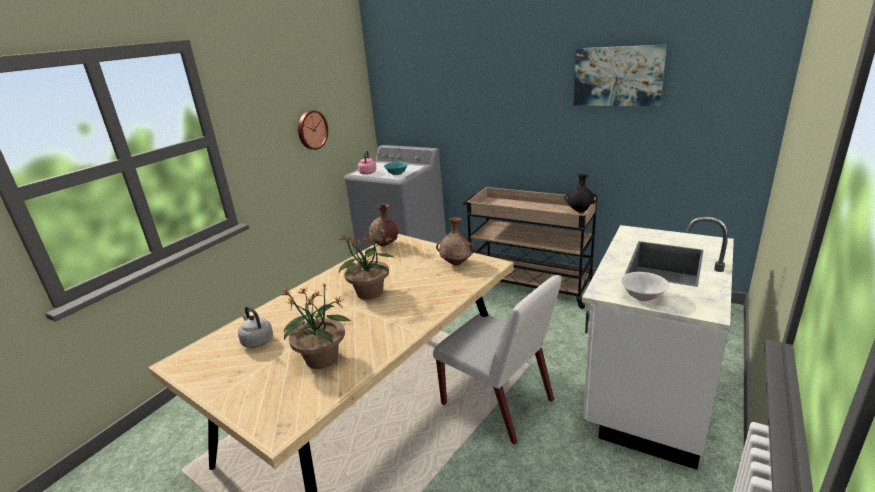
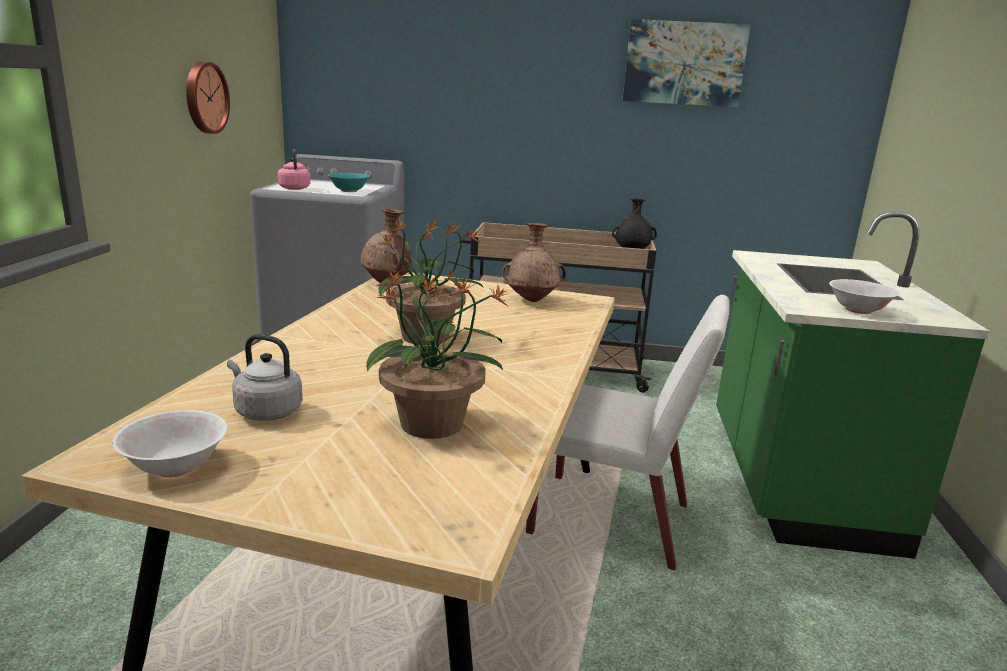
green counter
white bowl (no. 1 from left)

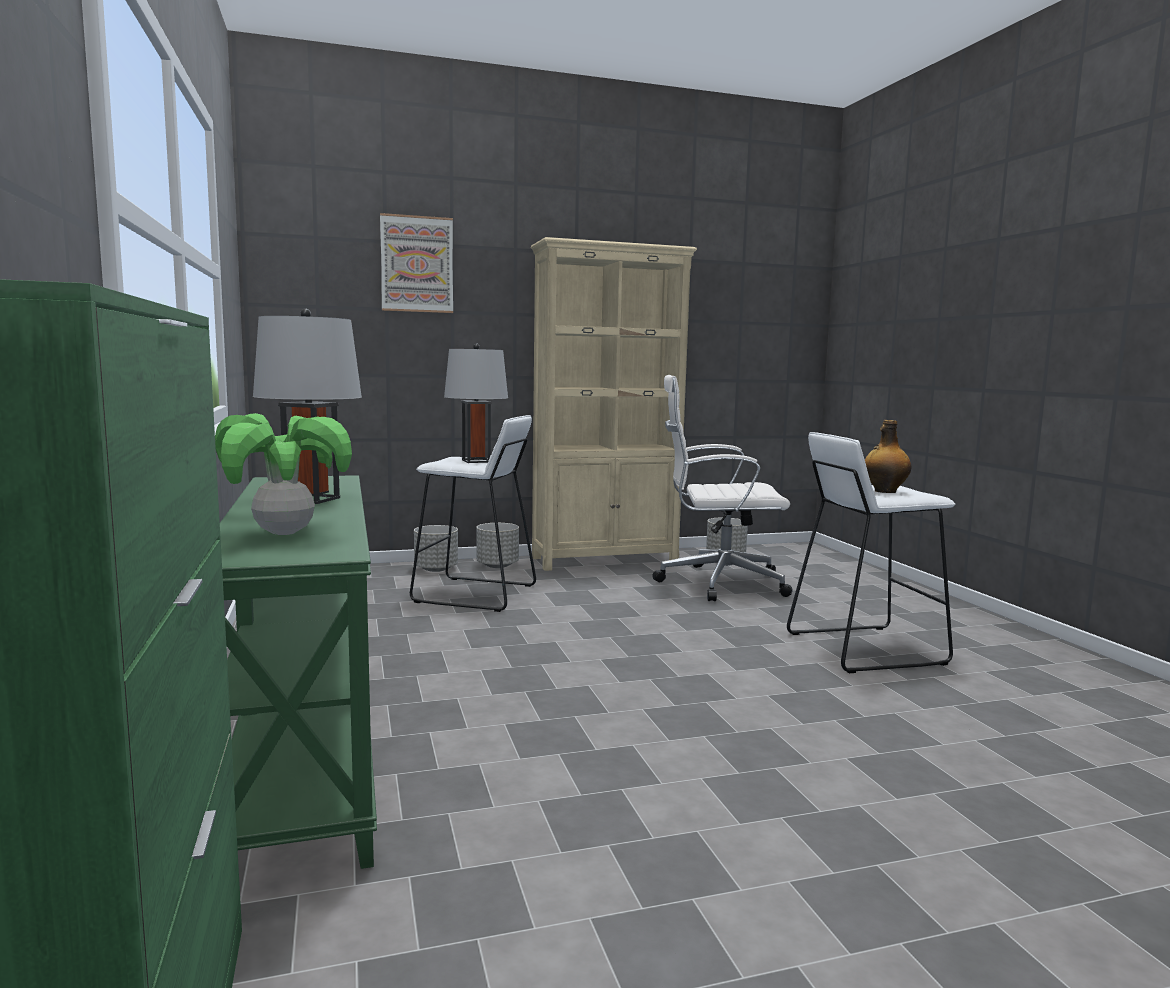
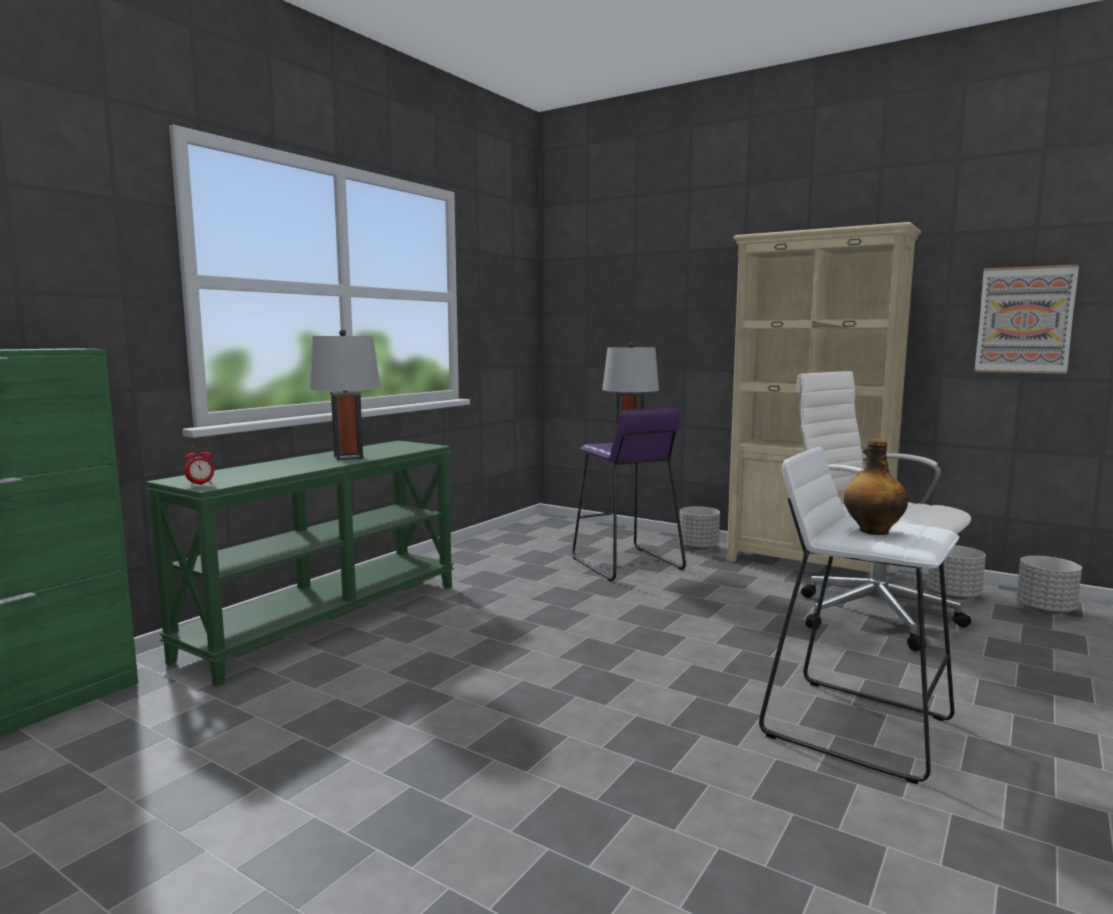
picture
potted plant
purple stool
grey planter (no. 3 from left)
alarm clock

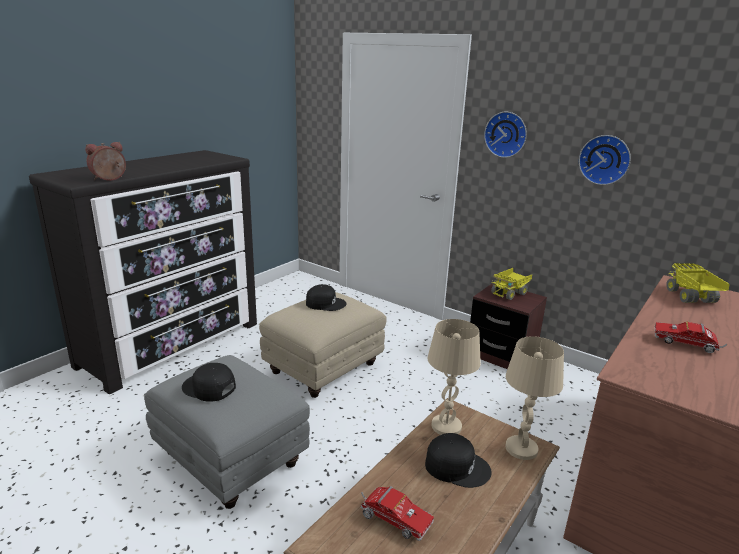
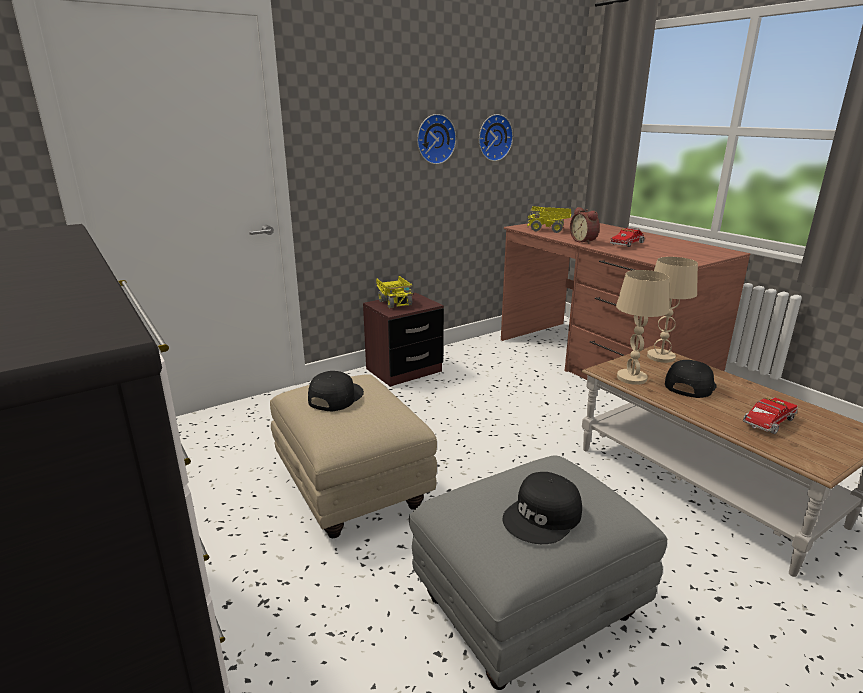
wall clock (no. 2 from left)
alarm clock

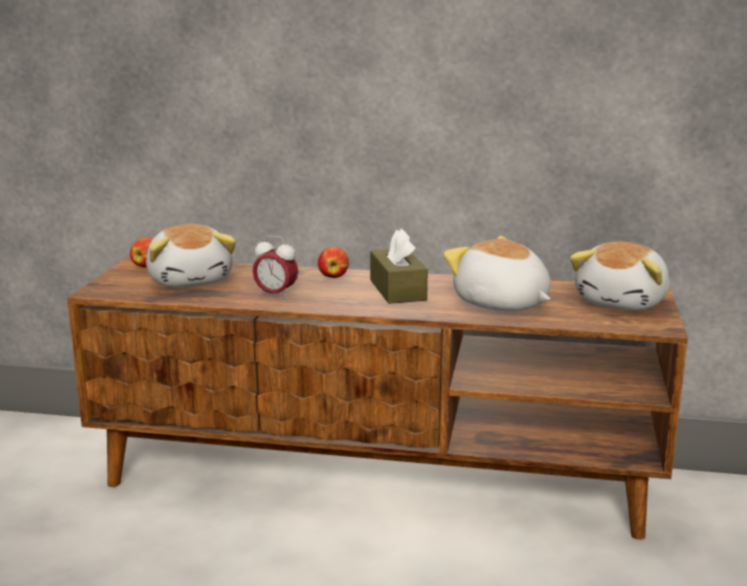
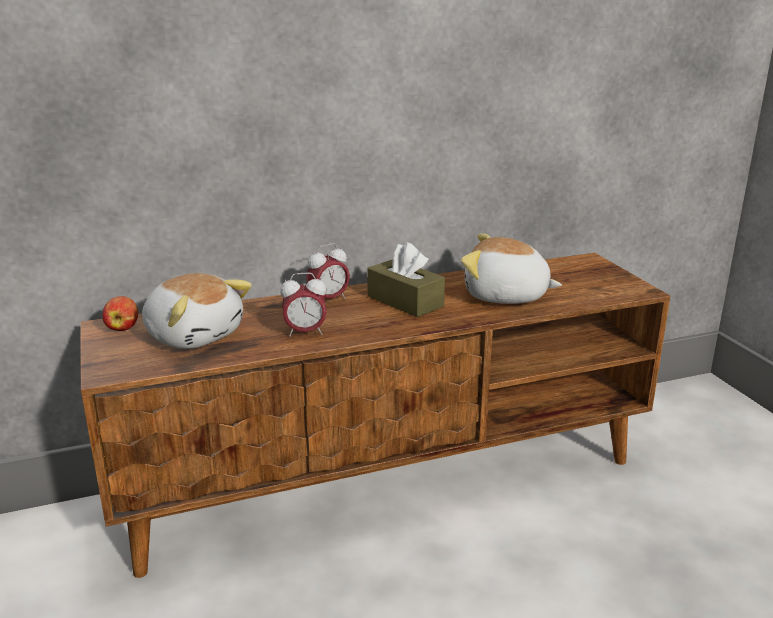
plush toy (no. 3 from left in the first image)
alarm clock (no. 2 from left)

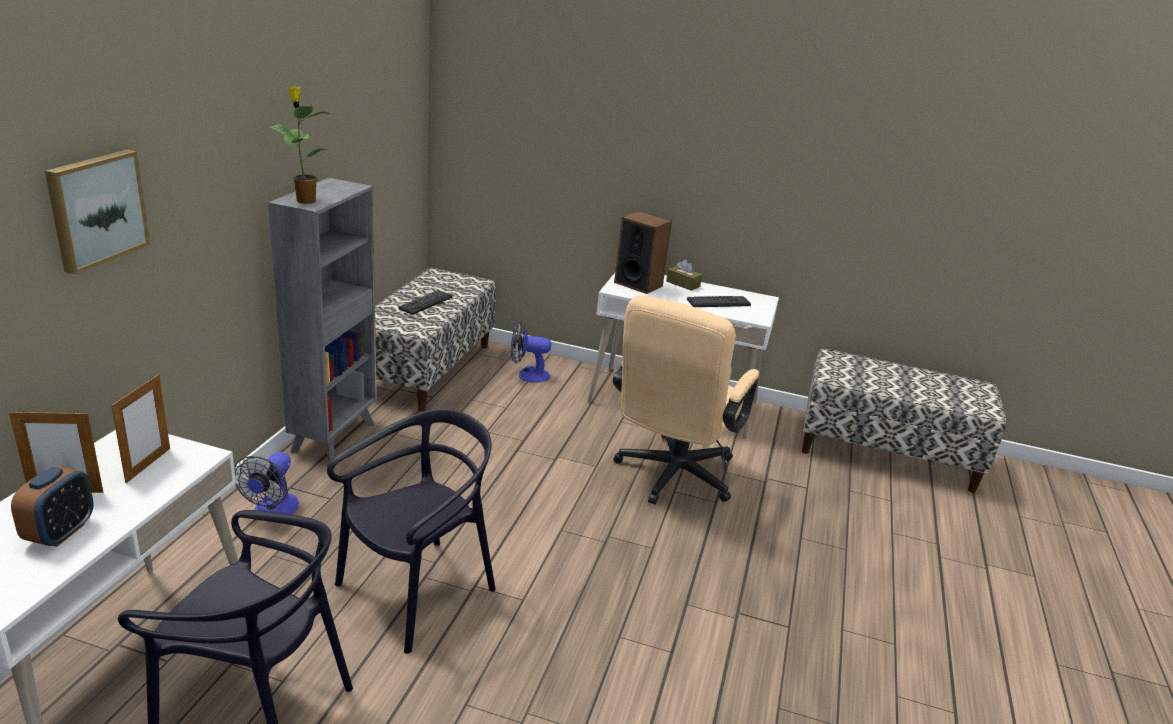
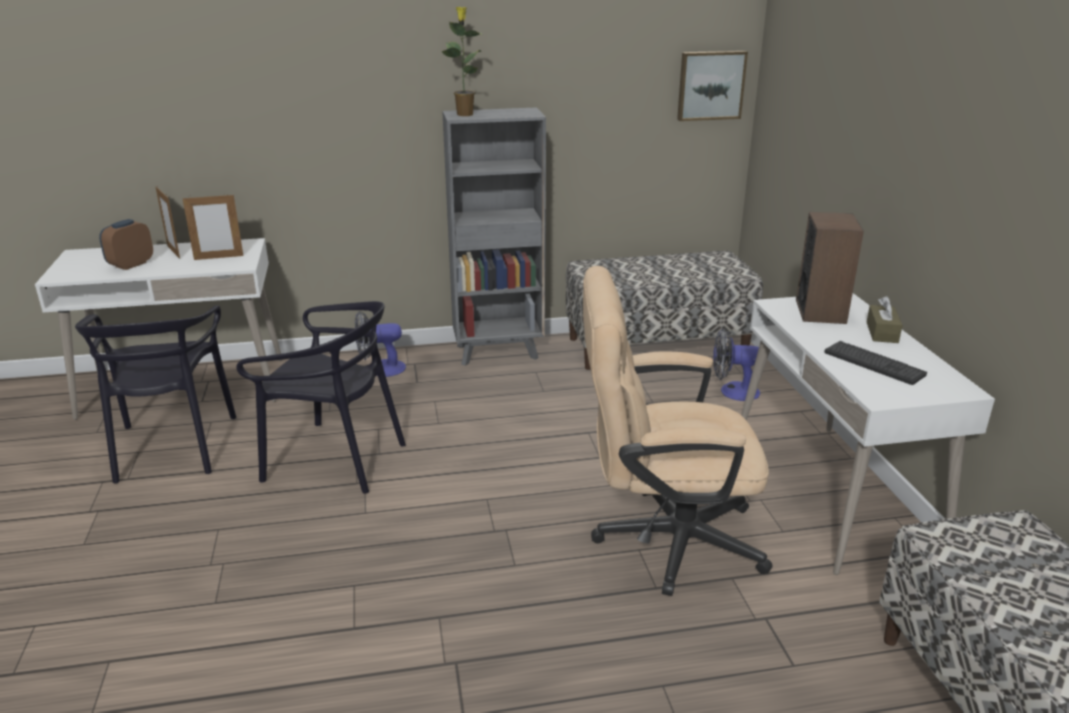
picture
keyboard (no. 1 from left in the first image)
fan (no. 2 from left)
alarm clock

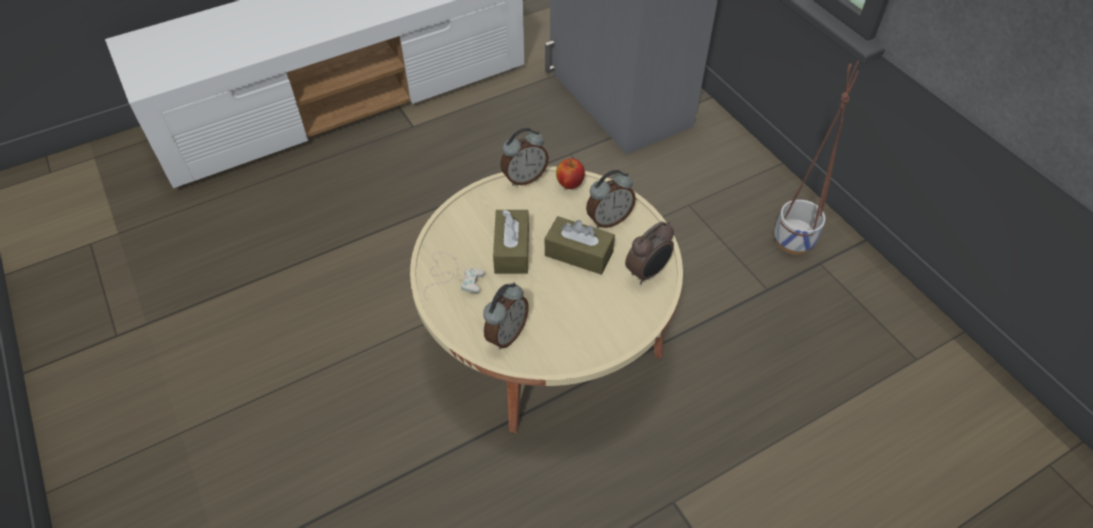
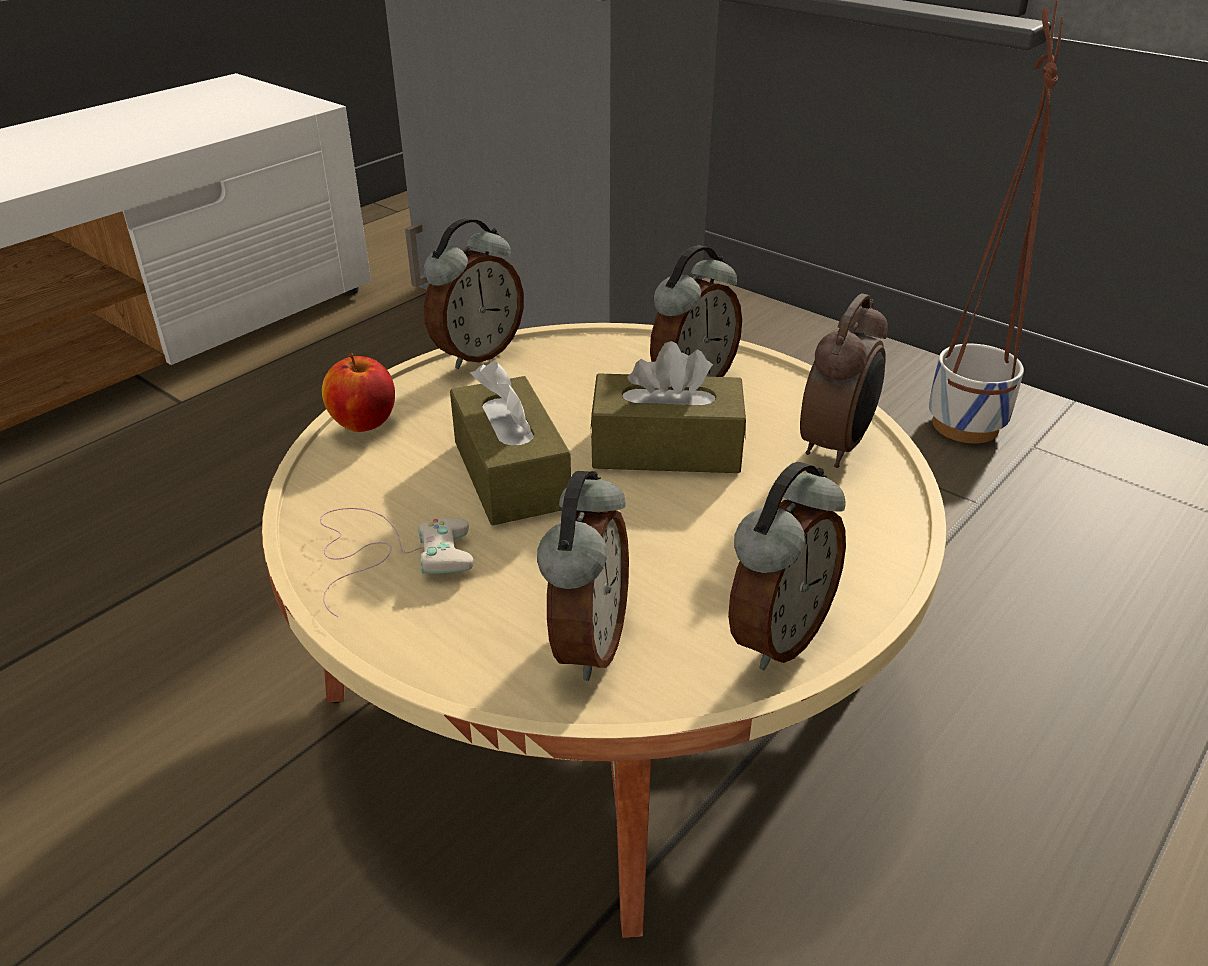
apple
alarm clock (no. 4 from left)

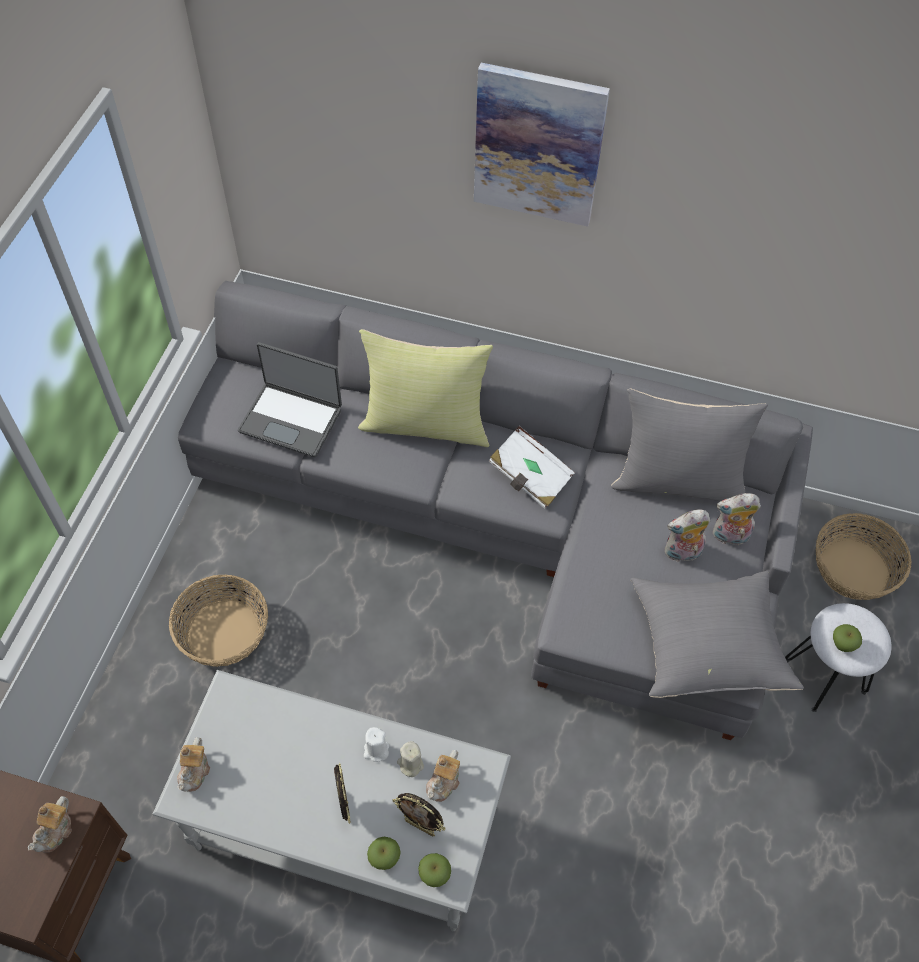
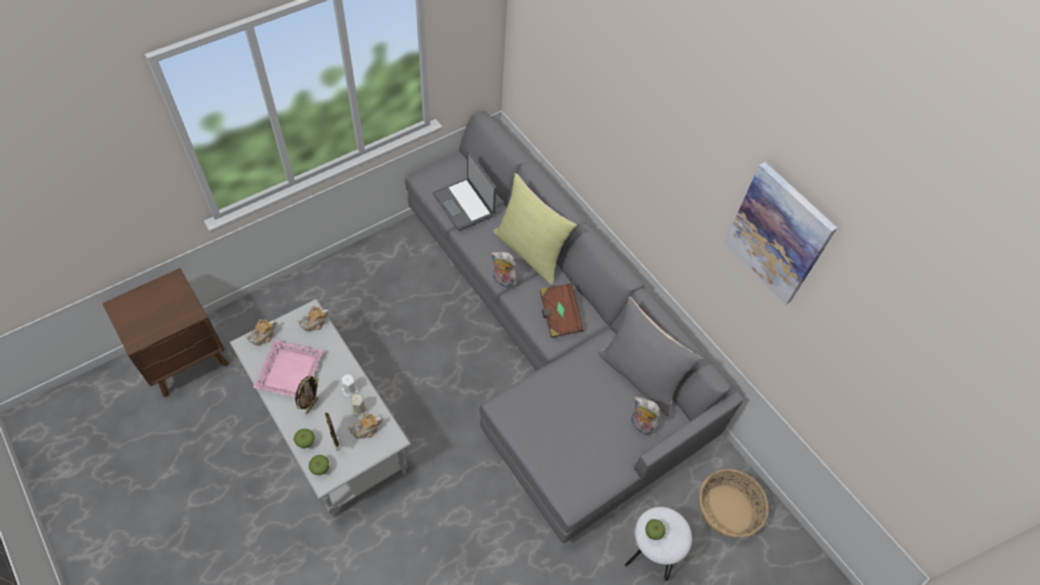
picture
brown book
plush toy (no. 1 from left)
grey pillow (no. 2 from left in the first image)
basket (no. 1 from left in the first image)
teapot (no. 2 from left)
pink tray

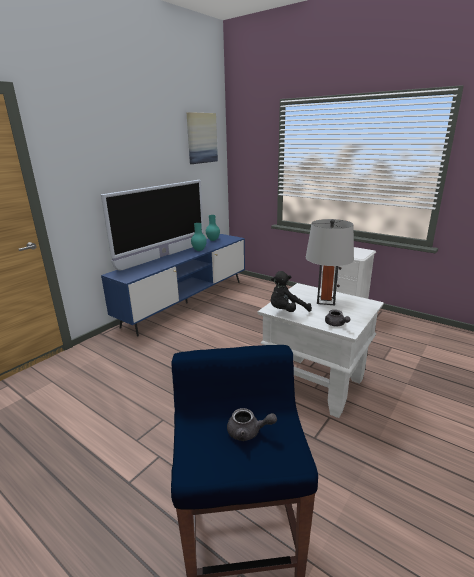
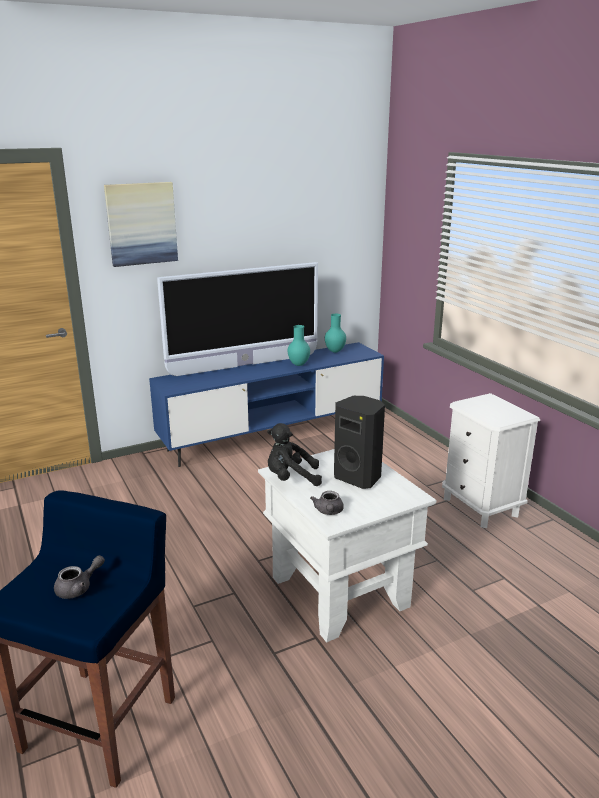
picture
black speaker
grey teapot (no. 1 from left)

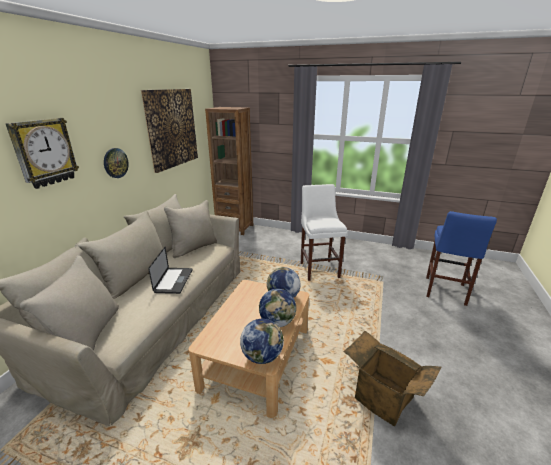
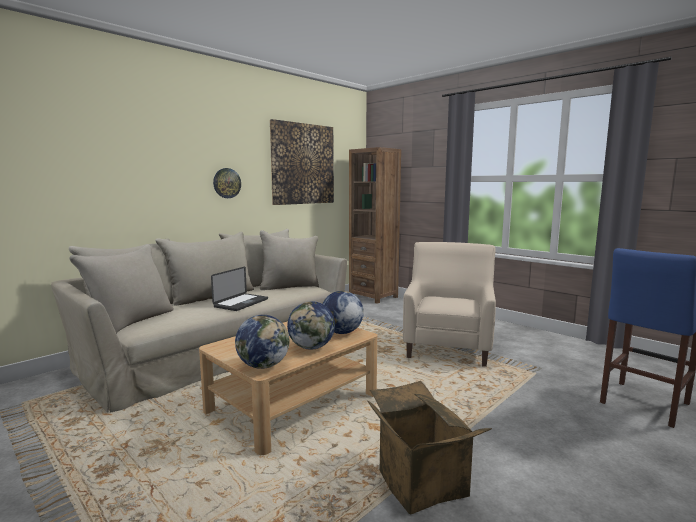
wall clock (no. 1 from left in the first image)
beige armchair

